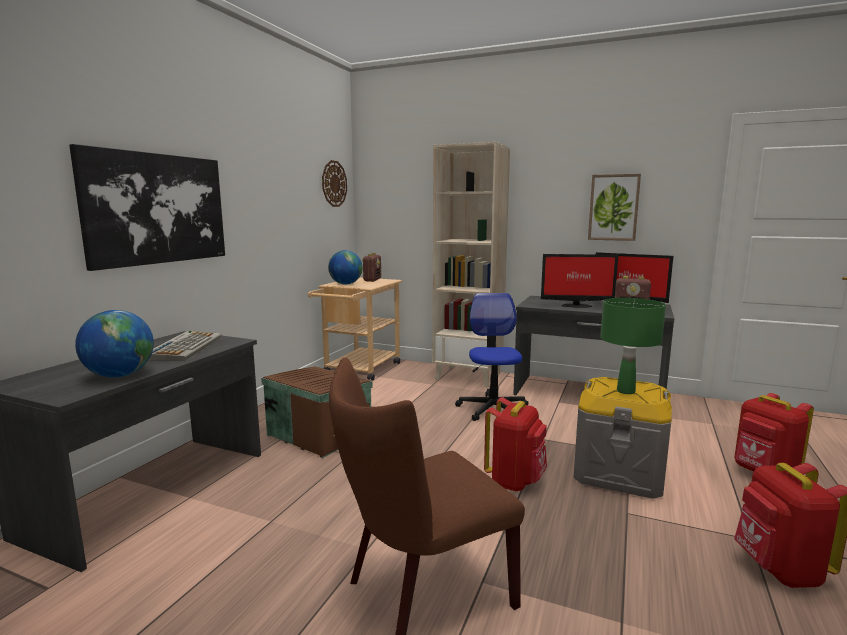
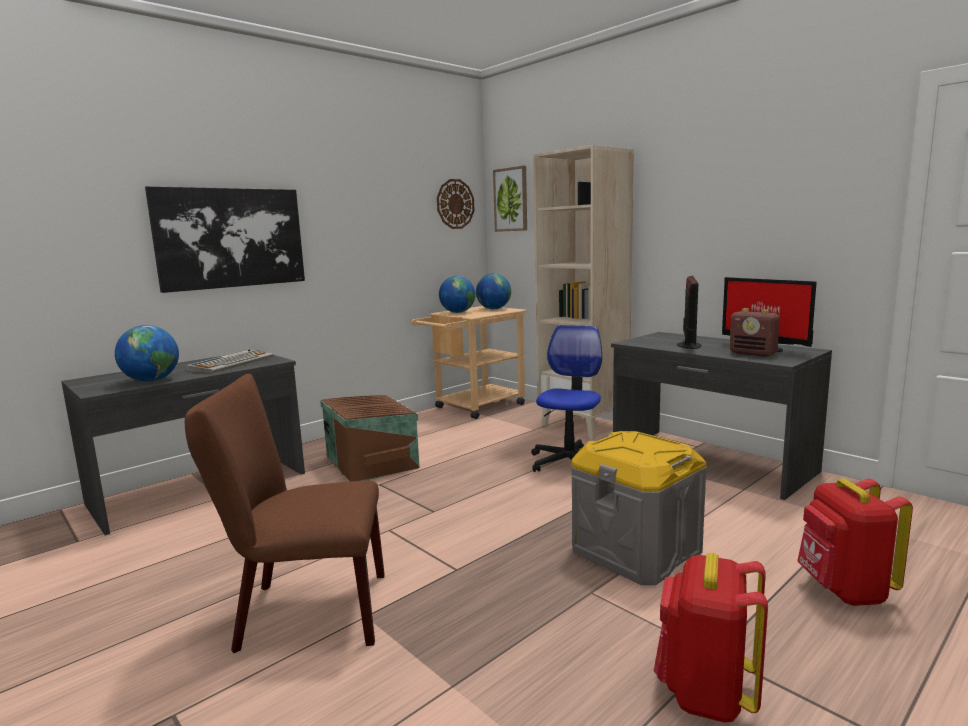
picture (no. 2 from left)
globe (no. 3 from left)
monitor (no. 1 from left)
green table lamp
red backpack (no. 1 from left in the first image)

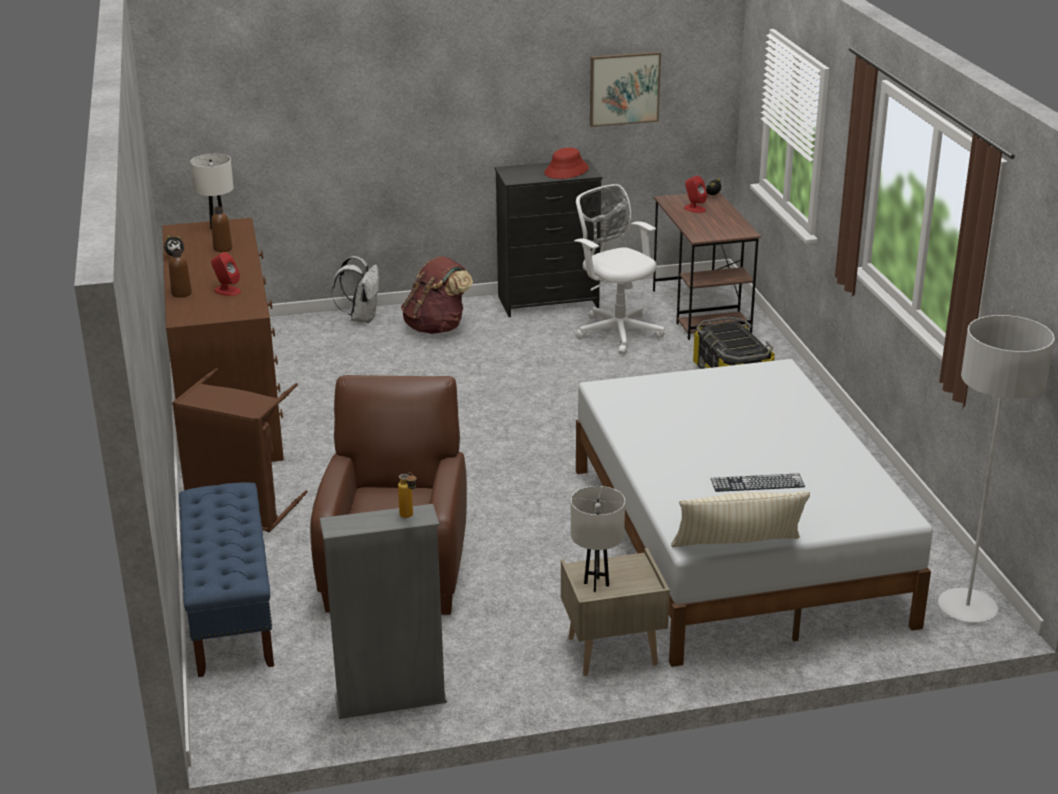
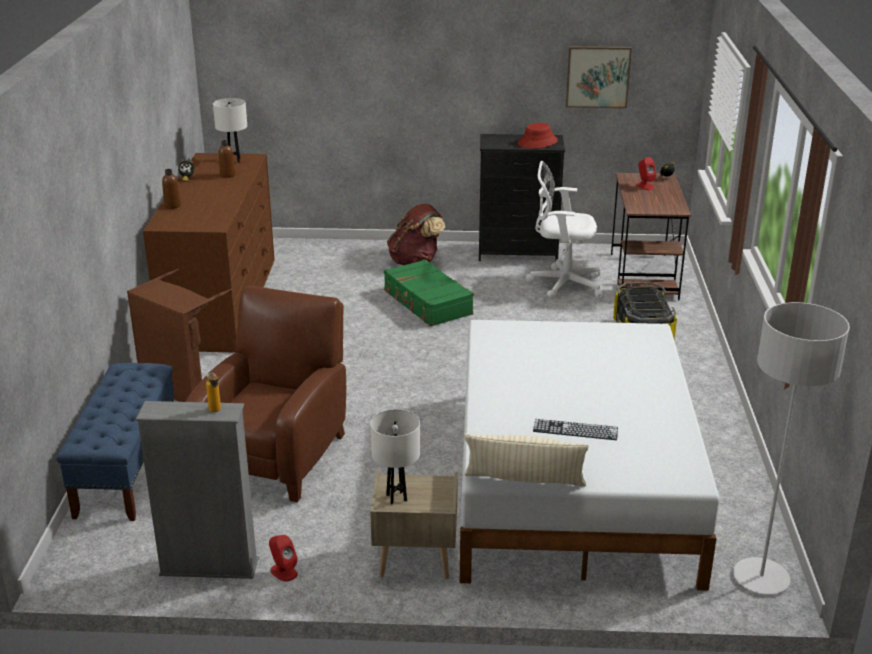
white office chair
red speaker (no. 1 from left)
white backpack
green suitcase

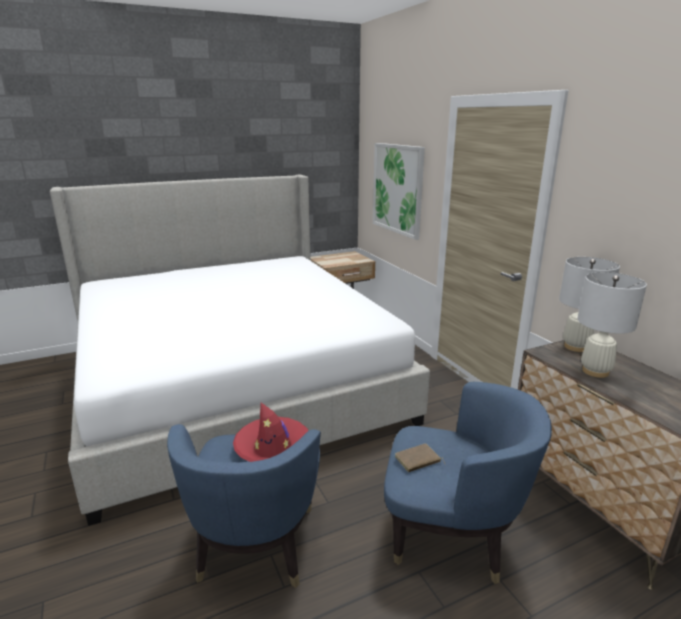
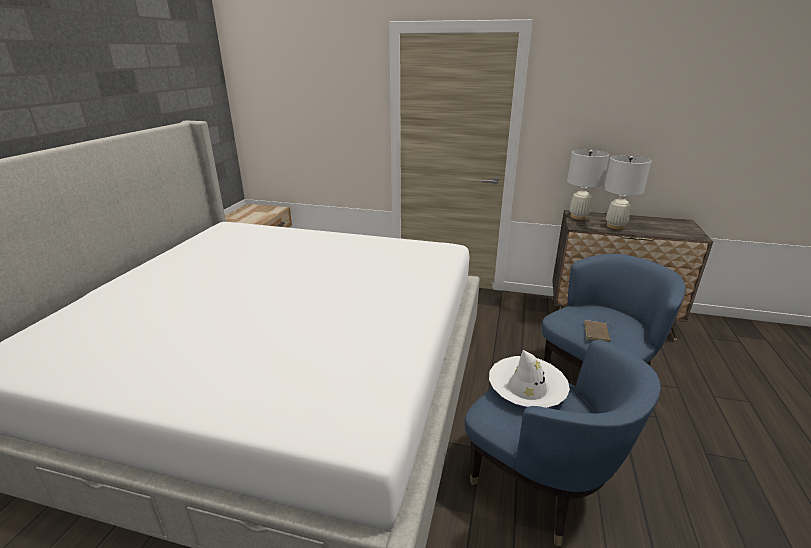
picture
white hat

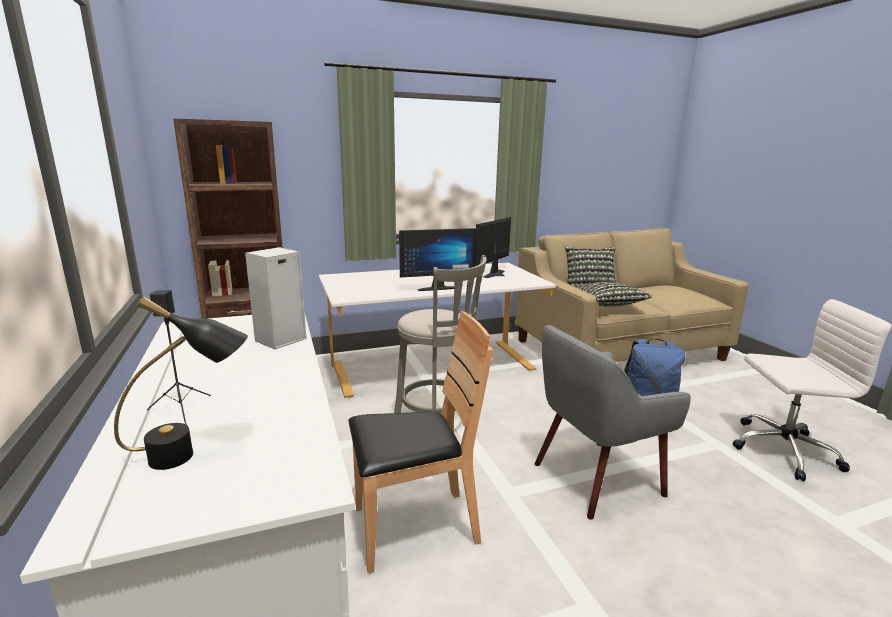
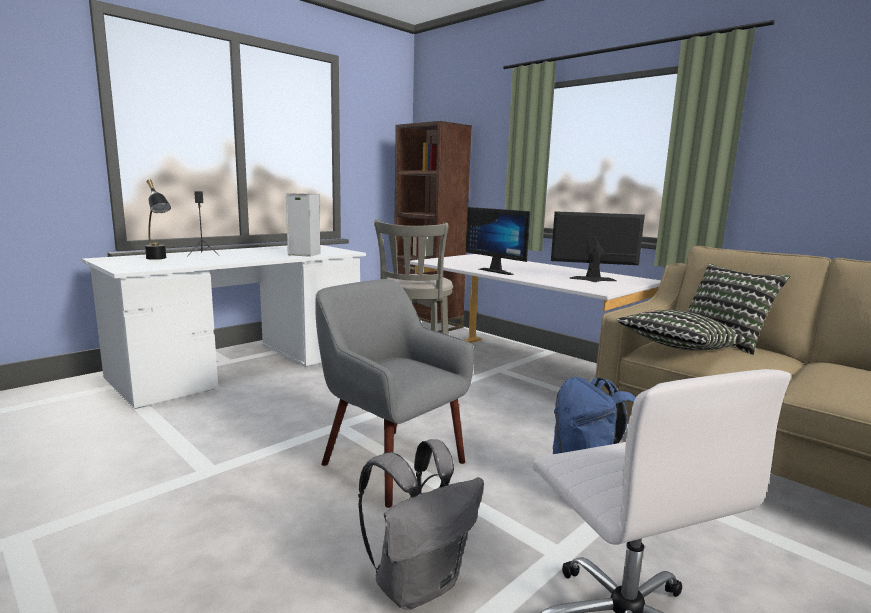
brown chair
grey backpack

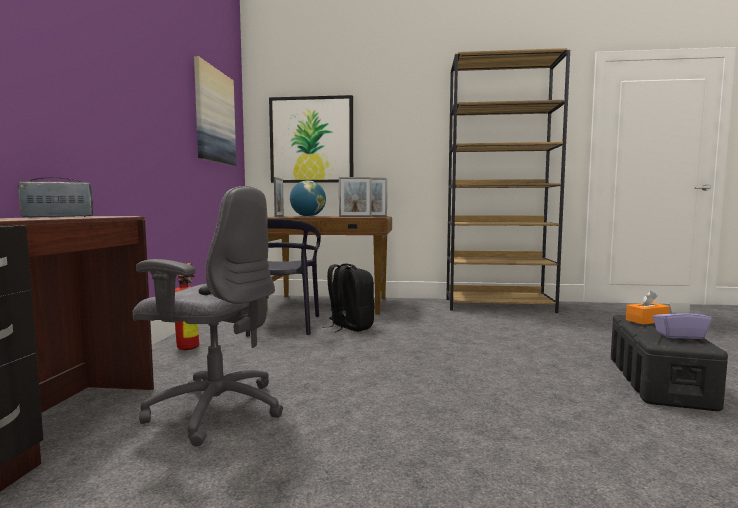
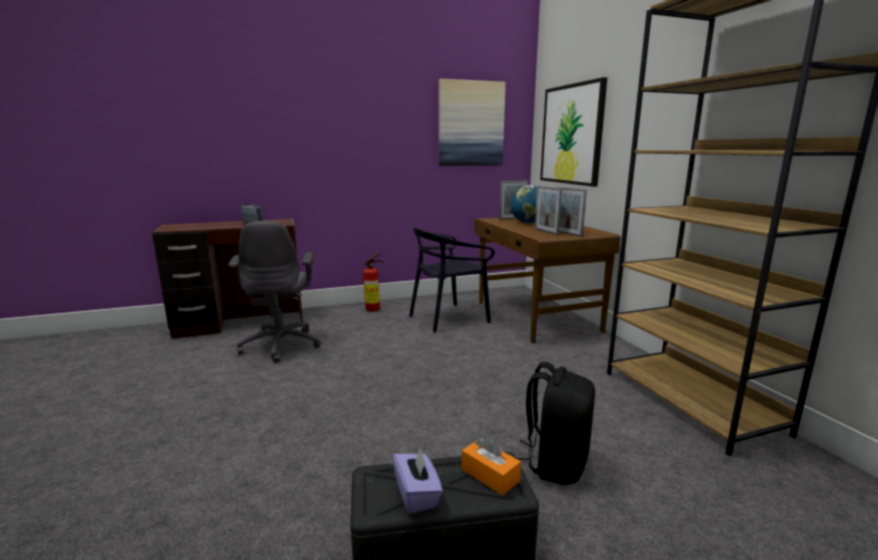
black backpack

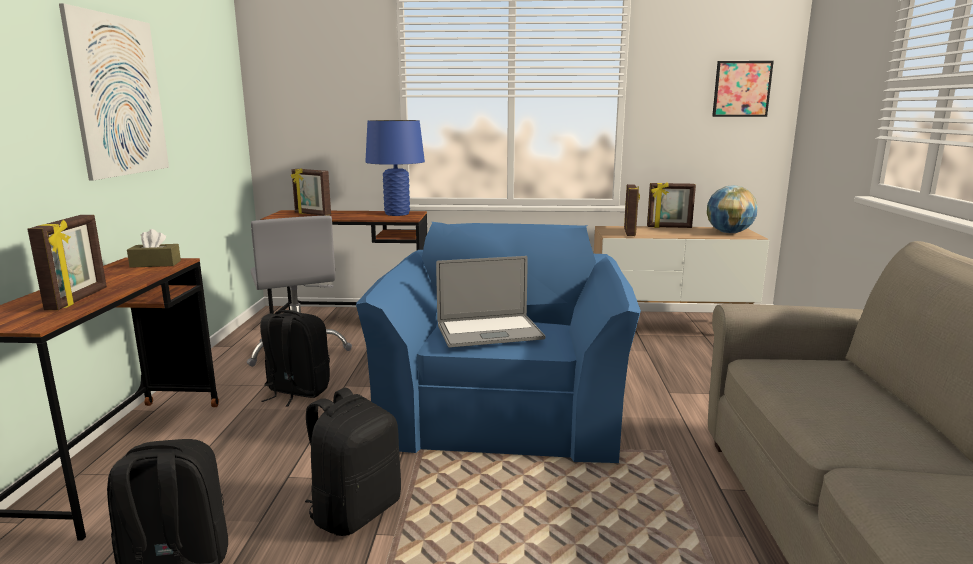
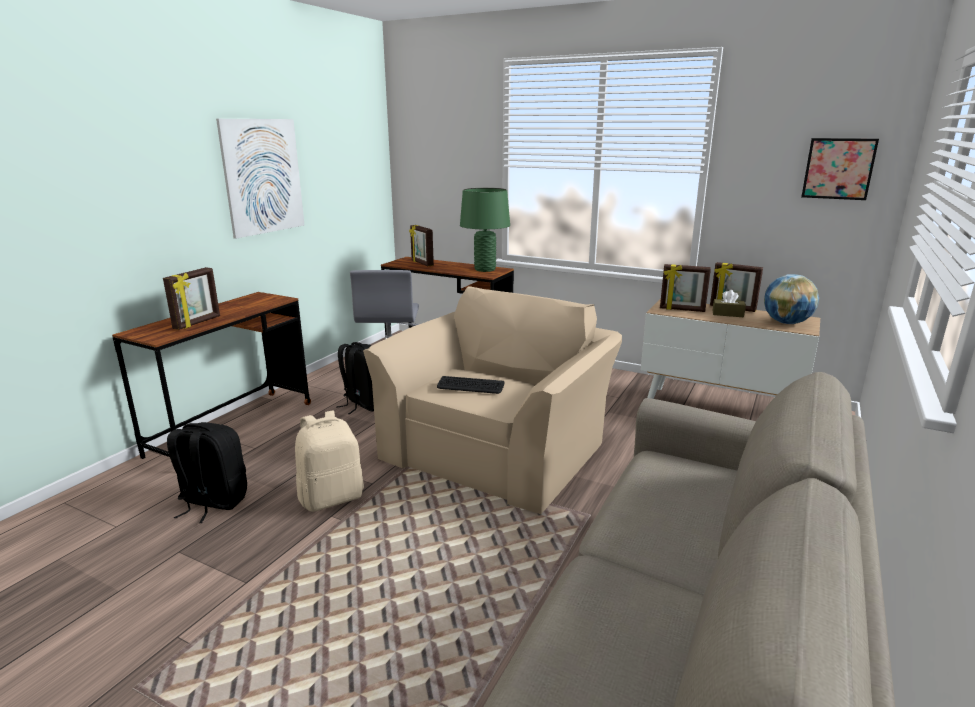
green table lamp
picture frame (no. 3 from left)
beige armchair
brown tissue box
keyboard
beige backpack

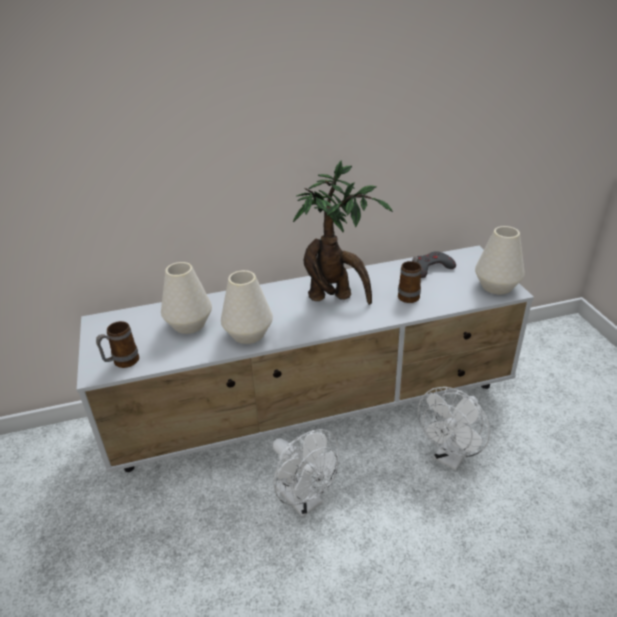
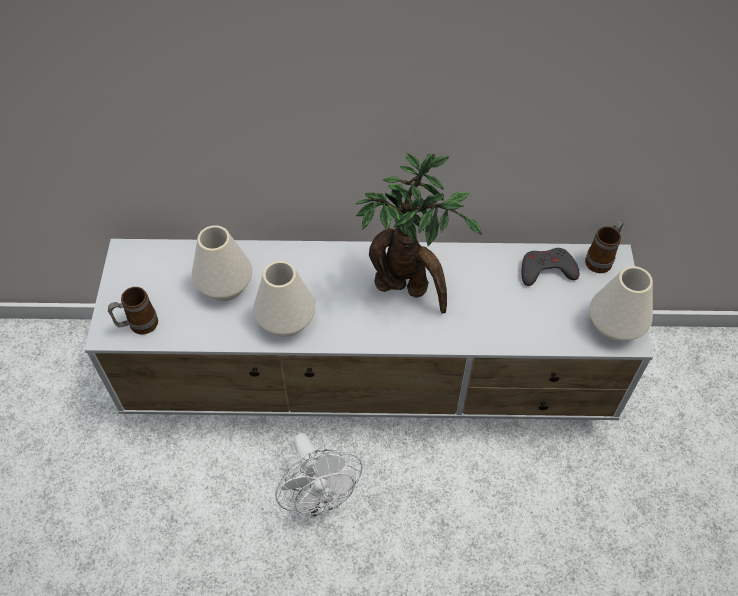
mug (no. 2 from left)
white fan (no. 2 from left in the first image)

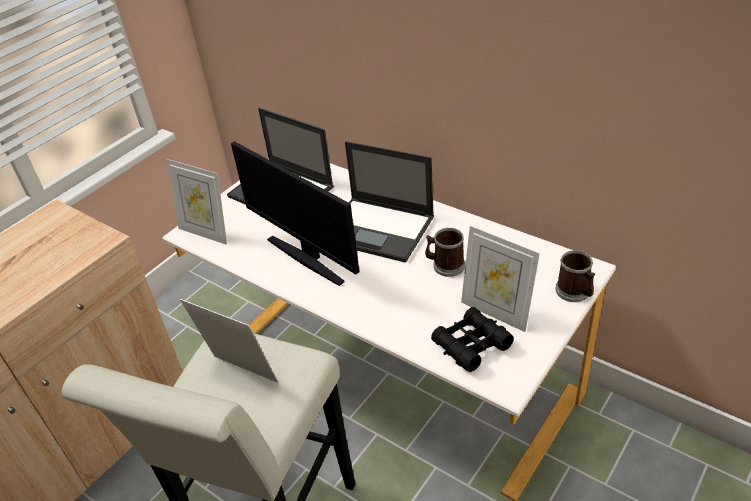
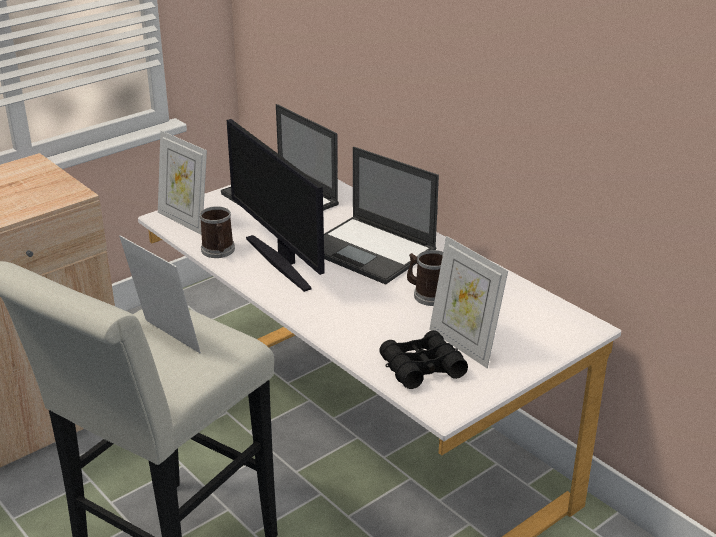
mug (no. 1 from left)

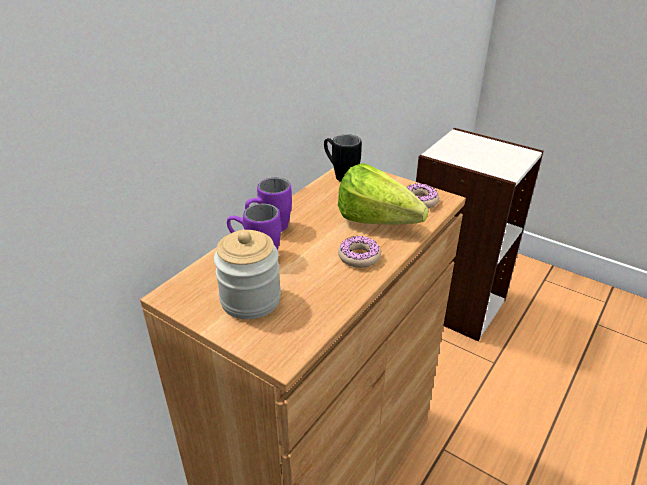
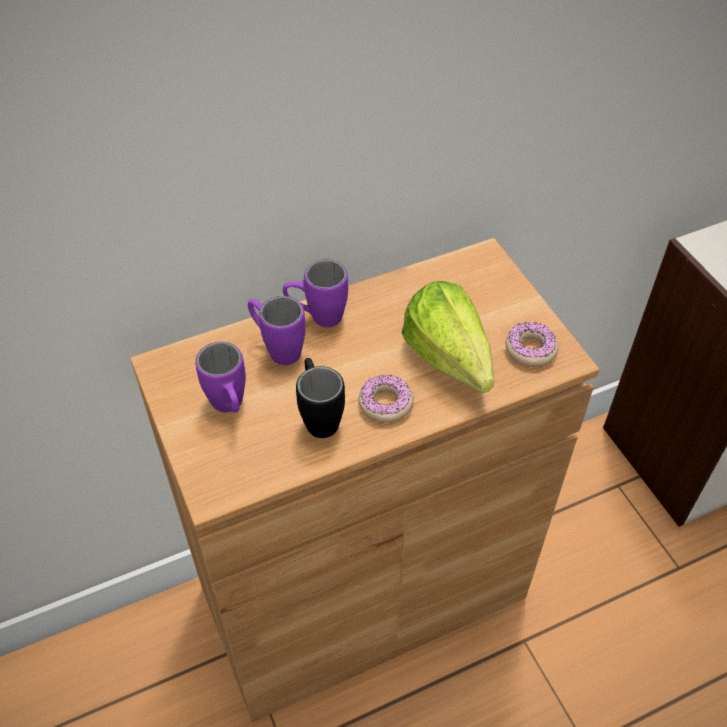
black mug
purple mug (no. 1 from left)

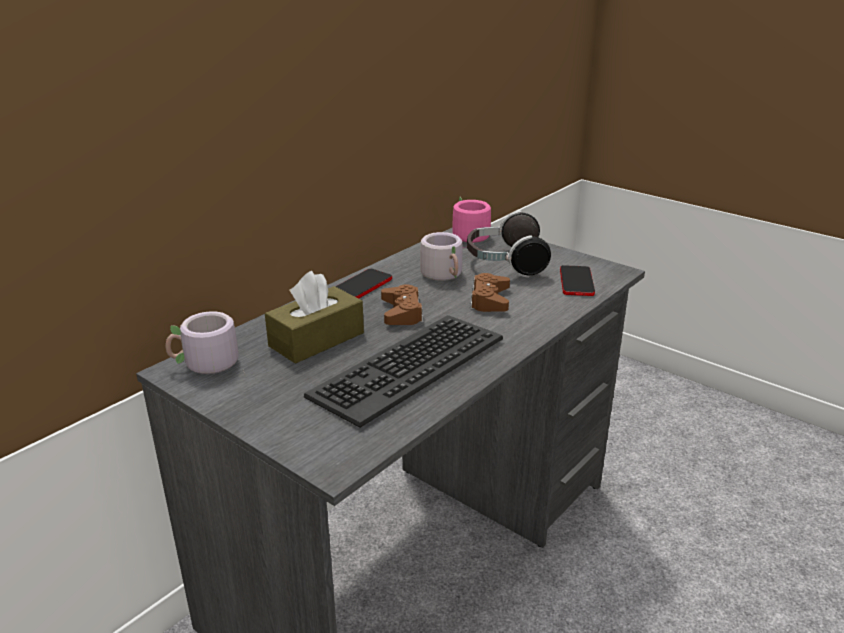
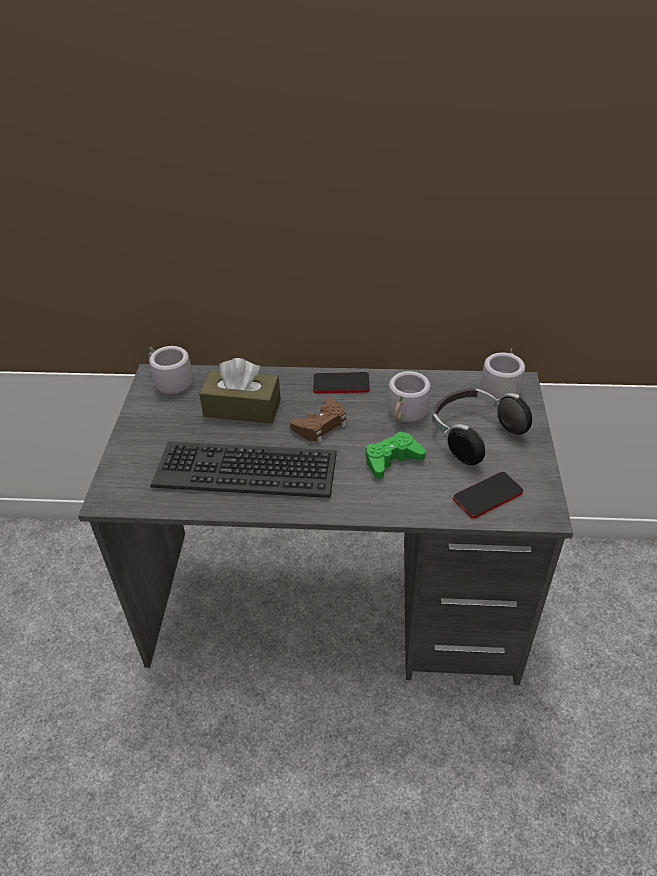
grey mug (no. 3 from left)
green game controller

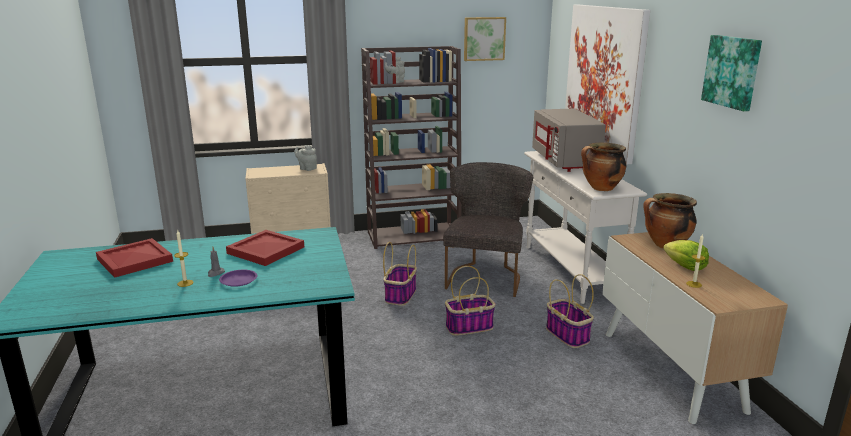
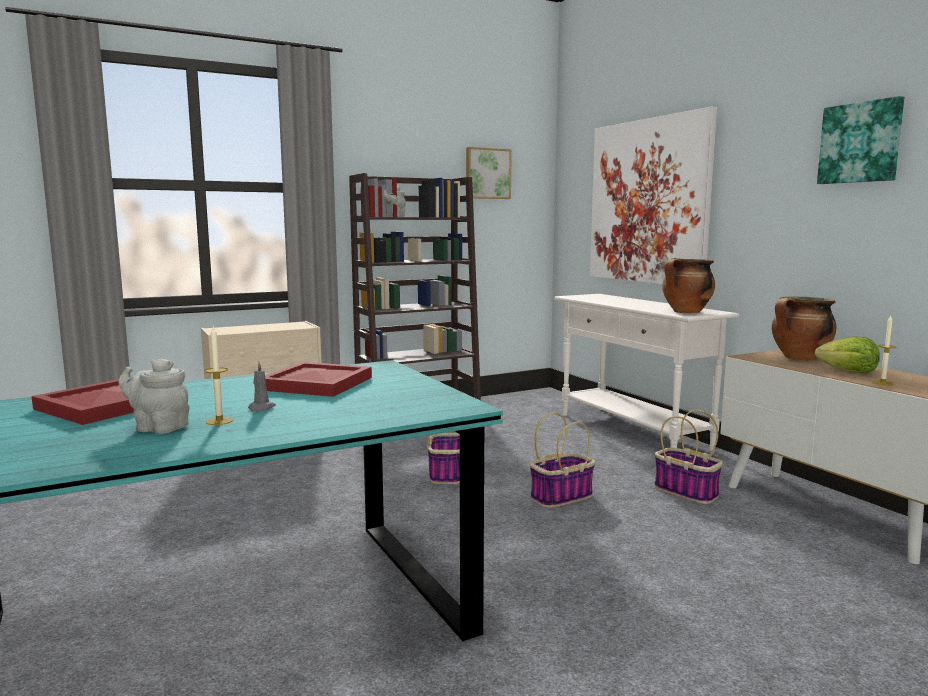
grey microwave
grey teapot (no. 1 from left)
grey chair
purple plate

